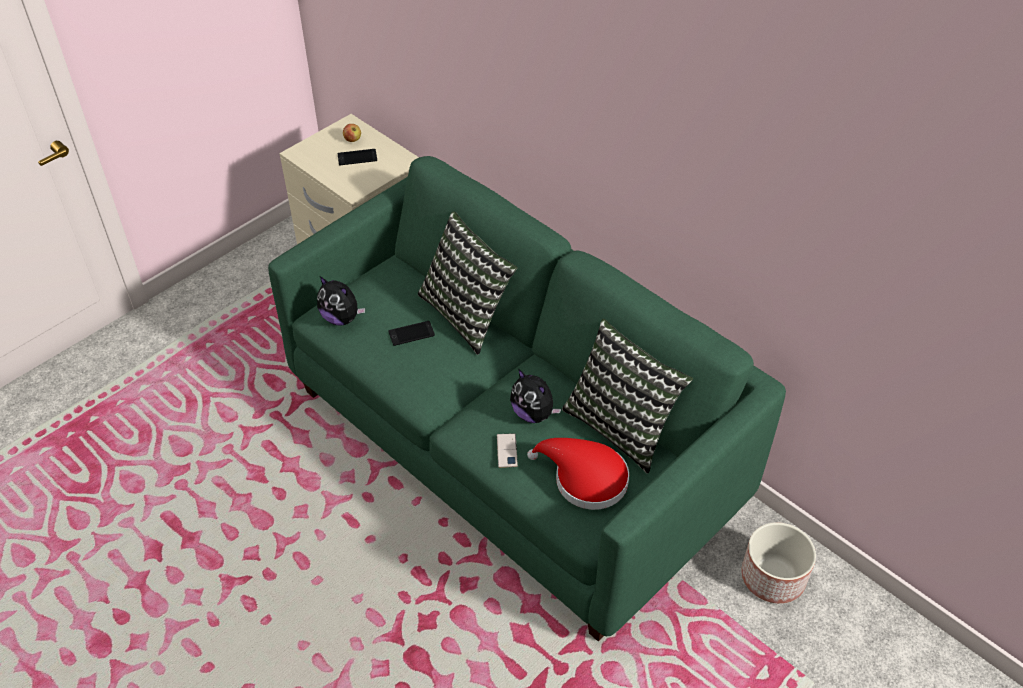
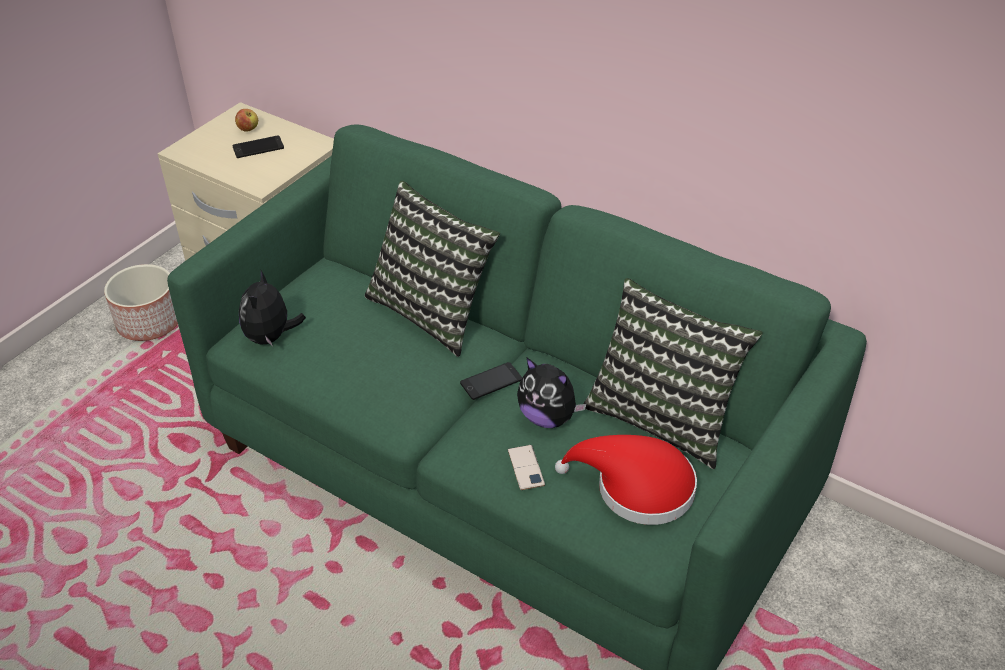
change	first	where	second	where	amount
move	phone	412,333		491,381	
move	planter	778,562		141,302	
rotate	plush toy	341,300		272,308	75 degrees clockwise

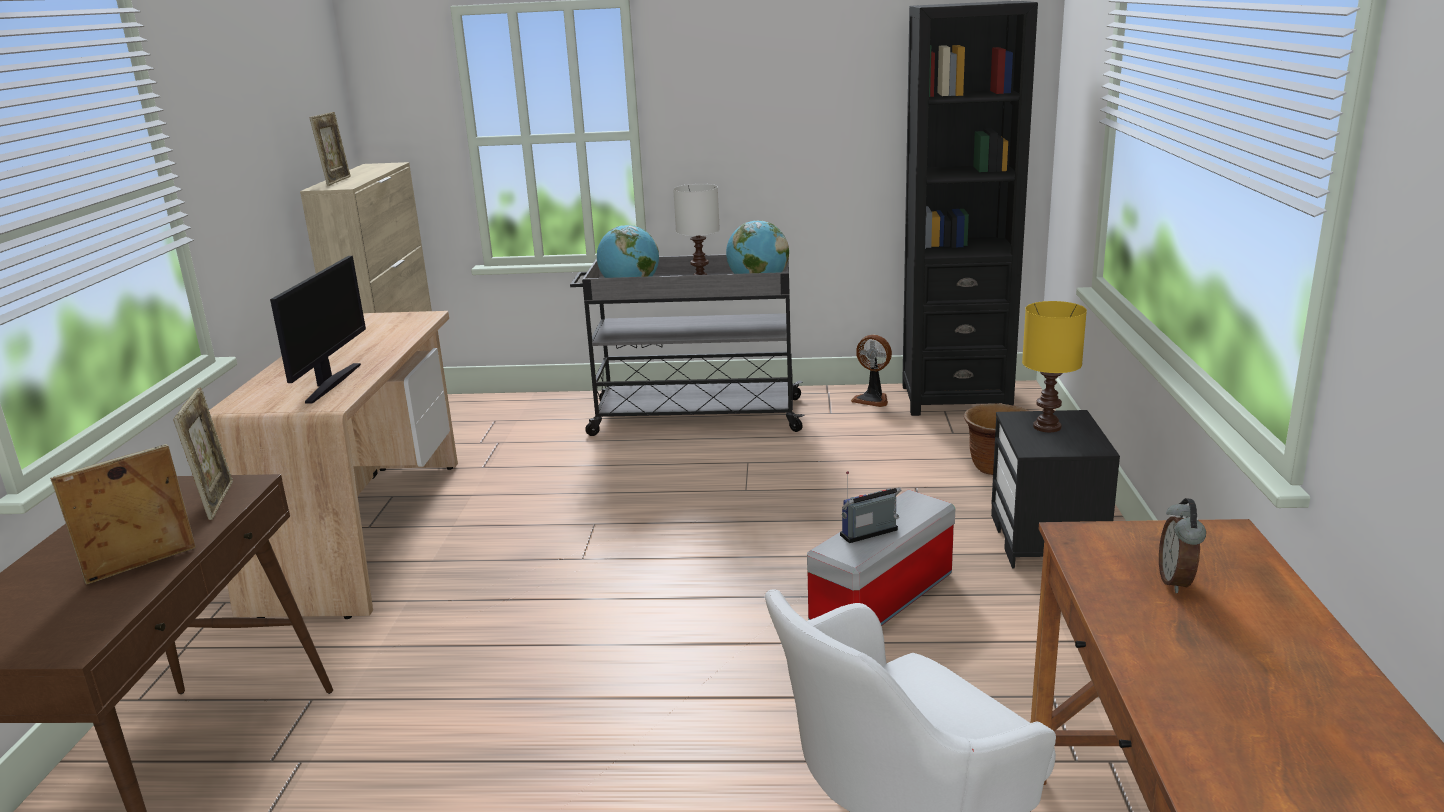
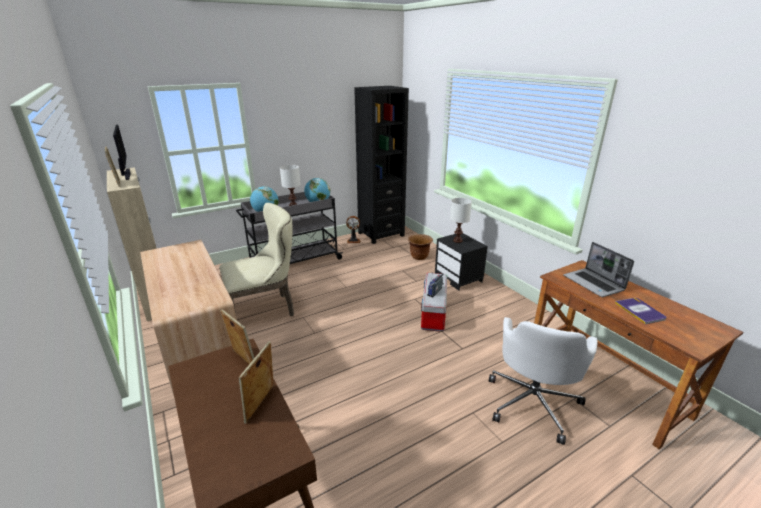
change	first	where	second	where	amount
insert			beige chair	256,259	
insert			book	641,311	
move	monitor	318,330		121,152	
replace	alarm clock	1182,545	laptop	598,269	
recolor	yellow table lamp	1054,366	white table lamp	461,220	

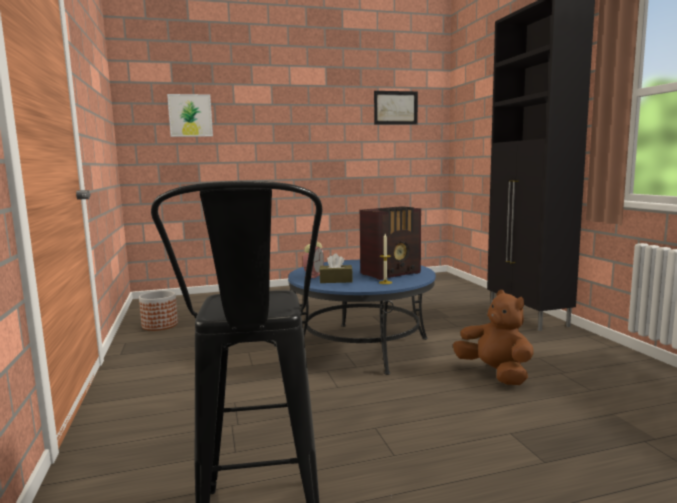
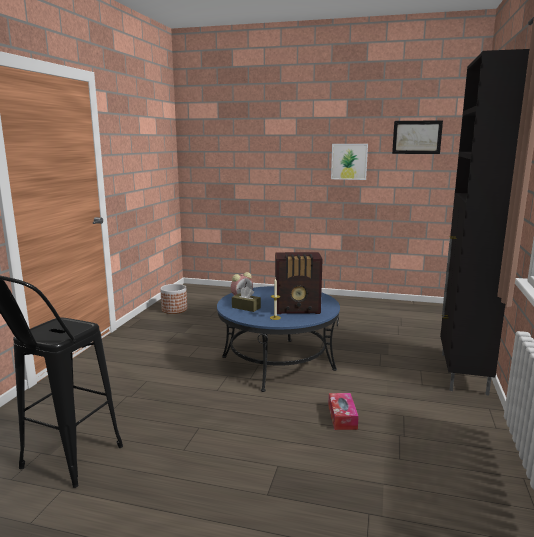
change	first	where	second	where	amount
move	picture	190,115		349,162	
replace	brown plush toy	493,337	tissue box	343,411	

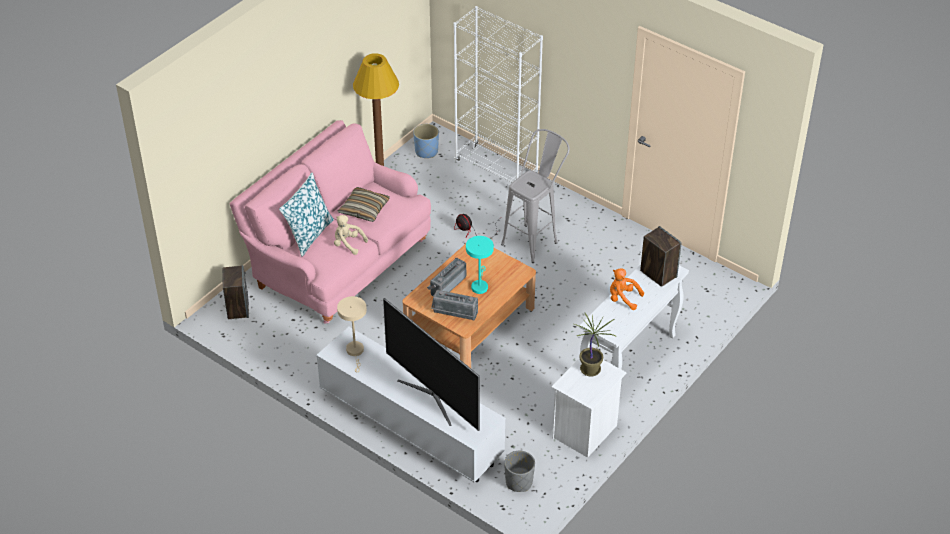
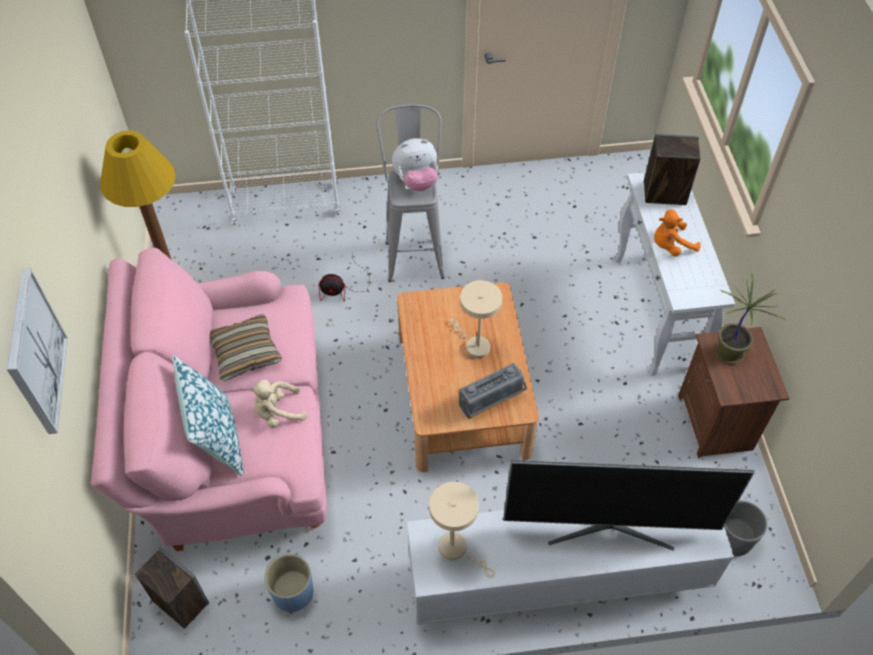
change	first	where	second	where	amount
delete	radio	446,277			
insert			picture	37,351	
insert			plush toy	415,164	
move	blue planter	426,141		288,583	
recolor	turquoise table lamp	480,265	beige table lamp	476,319	
recolor	white nightstand	589,408	brown nightstand	733,392	

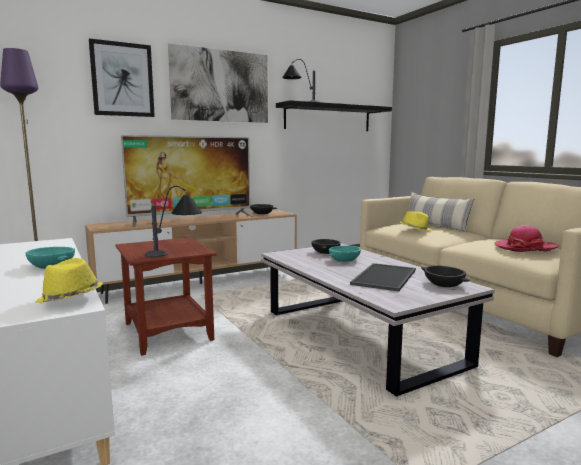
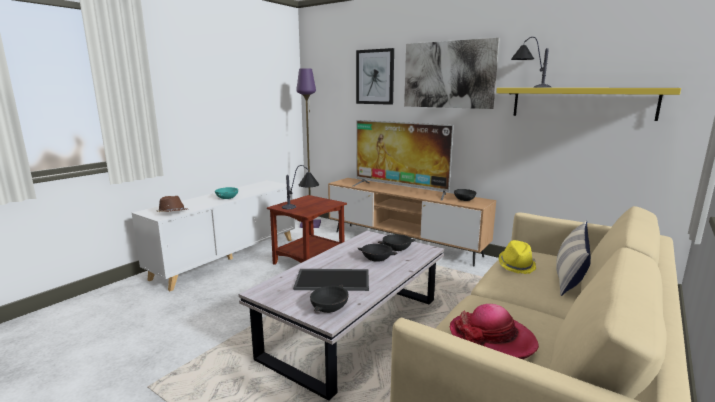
change	first	where	second	where	amount
recolor	yellow hat	69,281	brown hat	171,204	
recolor	black shelf	334,115	yellow shelf	588,104	
recolor	turquoise bowl	345,254	black bowl	378,253	

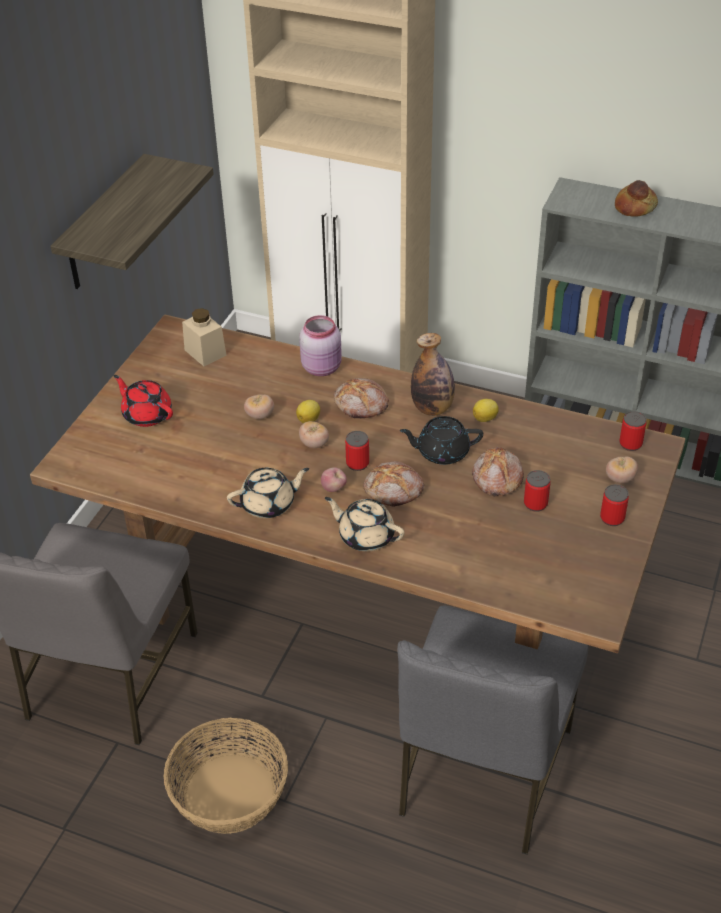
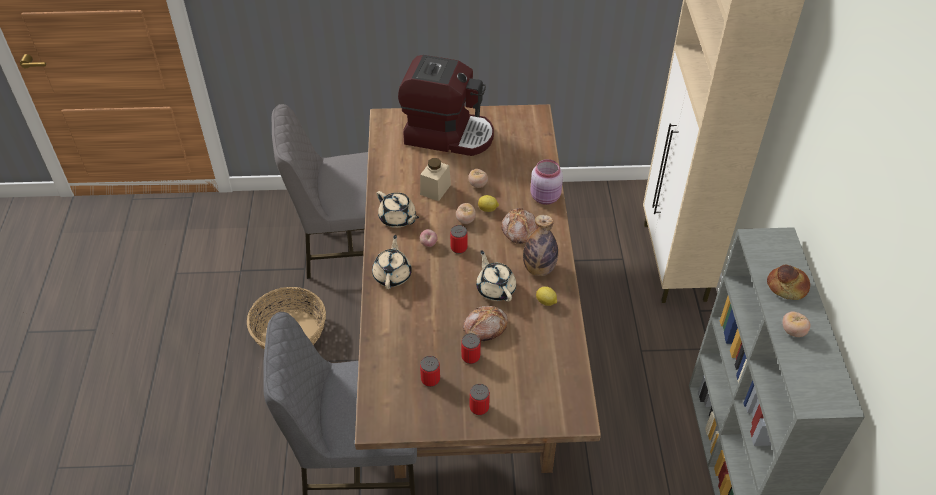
change	first	where	second	where	amount
delete	shelf	132,221			
delete	bread	393,484			
move	beige jar	204,337		435,179	
move	tomato	622,469		796,324	
move	can	632,431		430,371	
replace	red teapot	143,401	coffee machine	446,105	
recolor	black teapot	441,440	beige teapot	496,276	

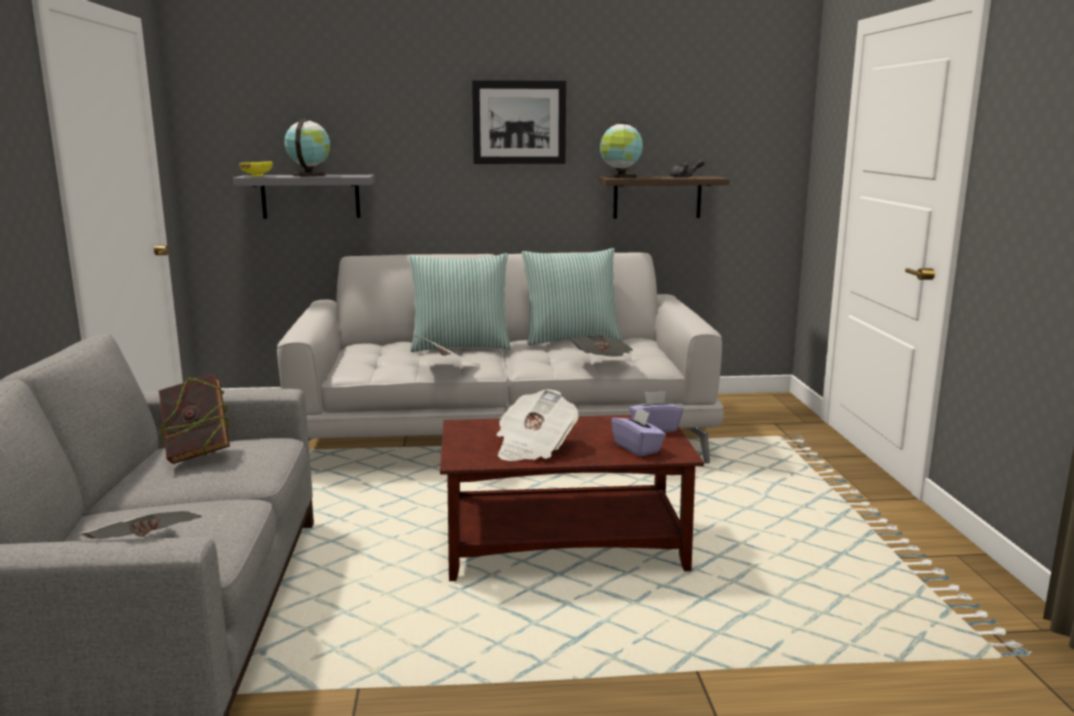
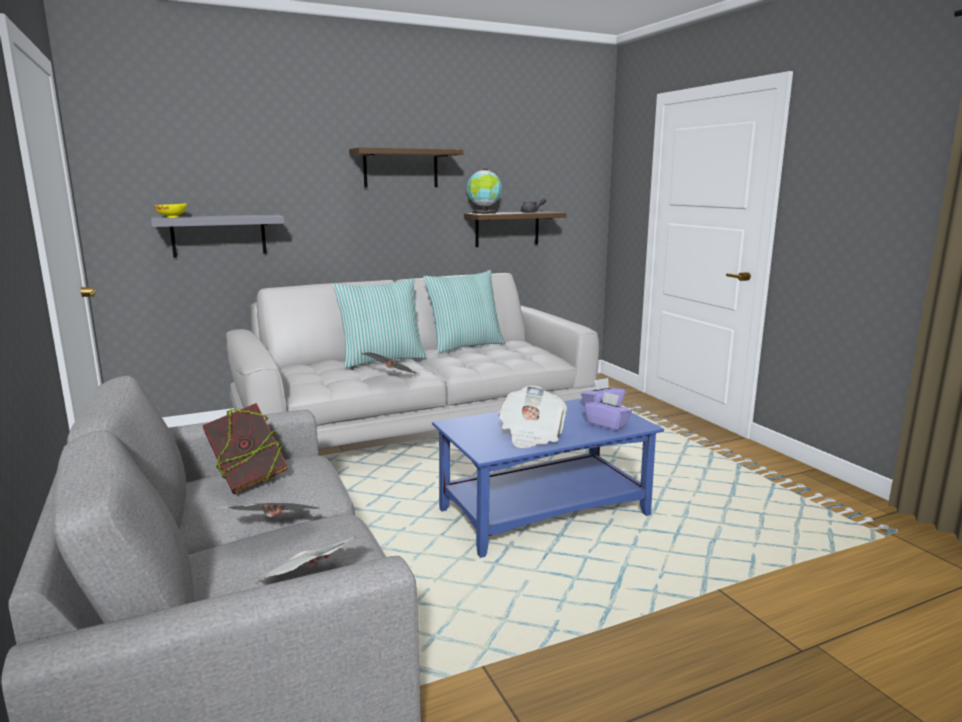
change	first	where	second	where	amount
delete	globe	308,148			
move	newspaper	601,346		268,510	
replace	picture	519,122	shelf	406,167	
recolor	brown coffee table	572,498	blue coffee table	548,478	

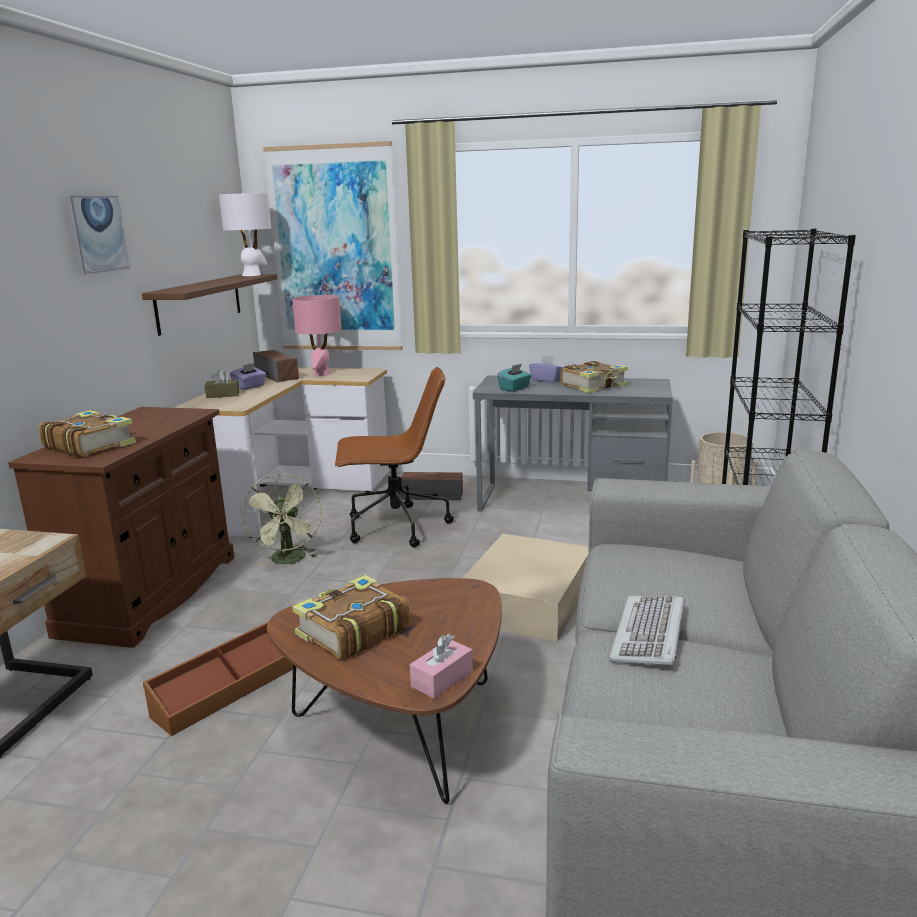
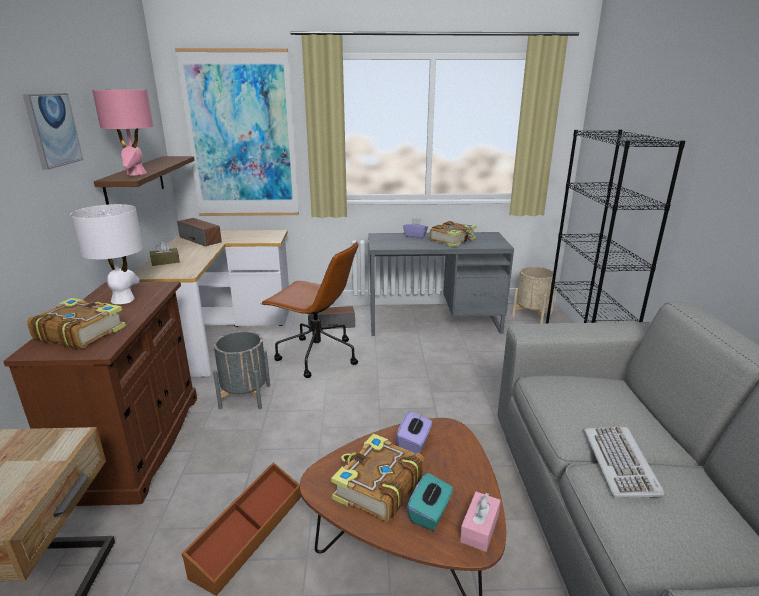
change	first	where	second	where	amount
delete	beige storage box	526,588			
move	white table lamp	245,234		106,254	
move	purple tissue box	248,376		414,432	
move	pink table lamp	317,335		122,132	
move	turquoise tissue box	514,378		430,502	
replace	green fan	282,520	grey planter	241,370	
rotate	brown office chair	394,457		309,310	45 degrees clockwise

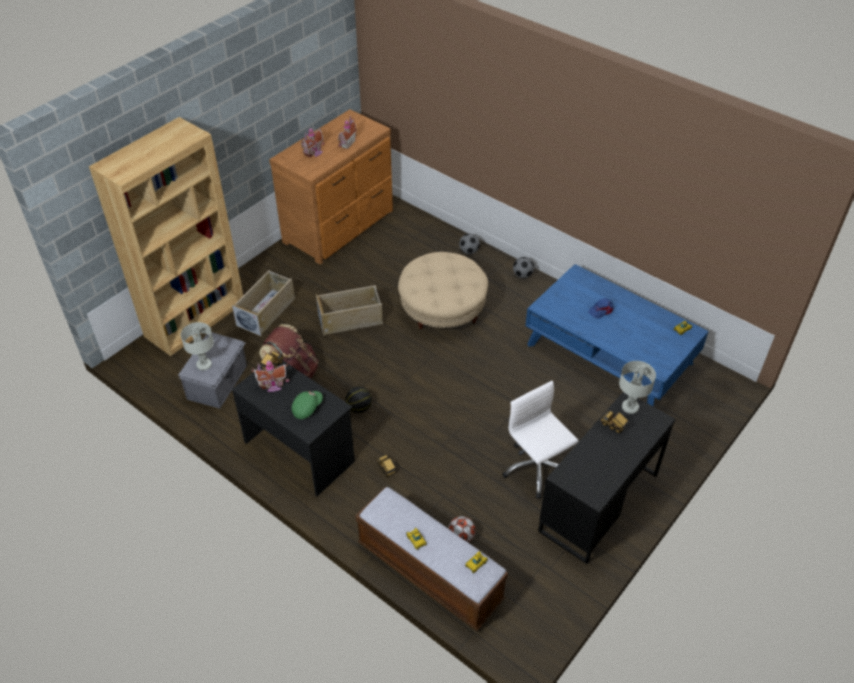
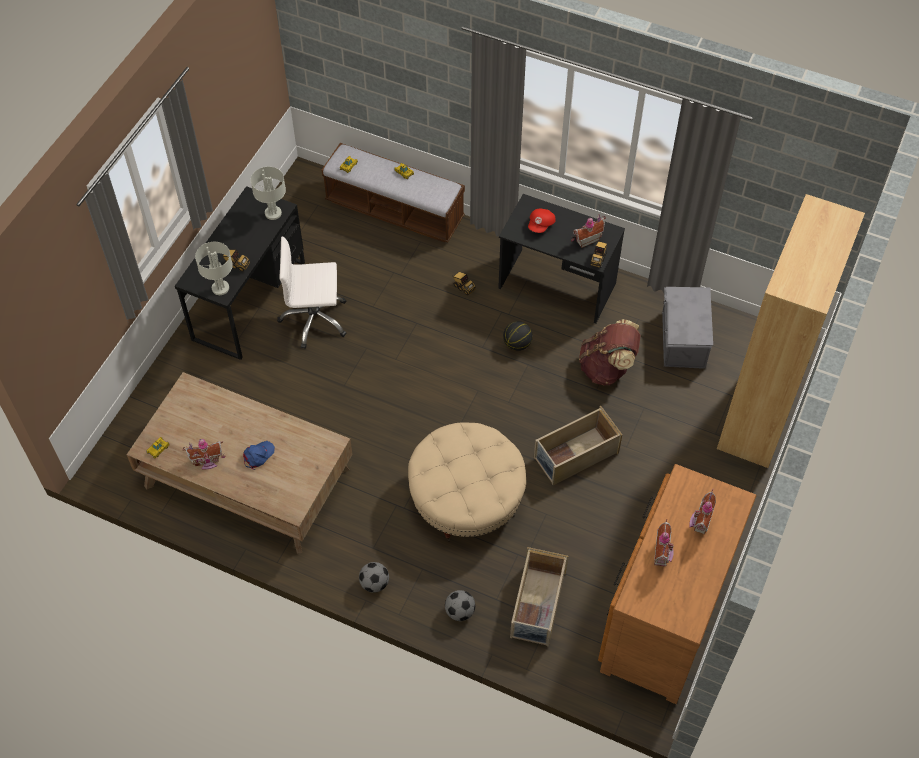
change	first	where	second	where	amount
delete	football	462,529			
insert			toy house	204,454	
move	grey table lamp	197,346		268,193	
move	beige storage box	263,303		539,597	
recolor	green cap	307,405	red cap	542,221	
recolor	blue coffee table	616,335	brown coffee table	239,463	
rotate	white office chair	540,440		312,293	135 degrees clockwise

